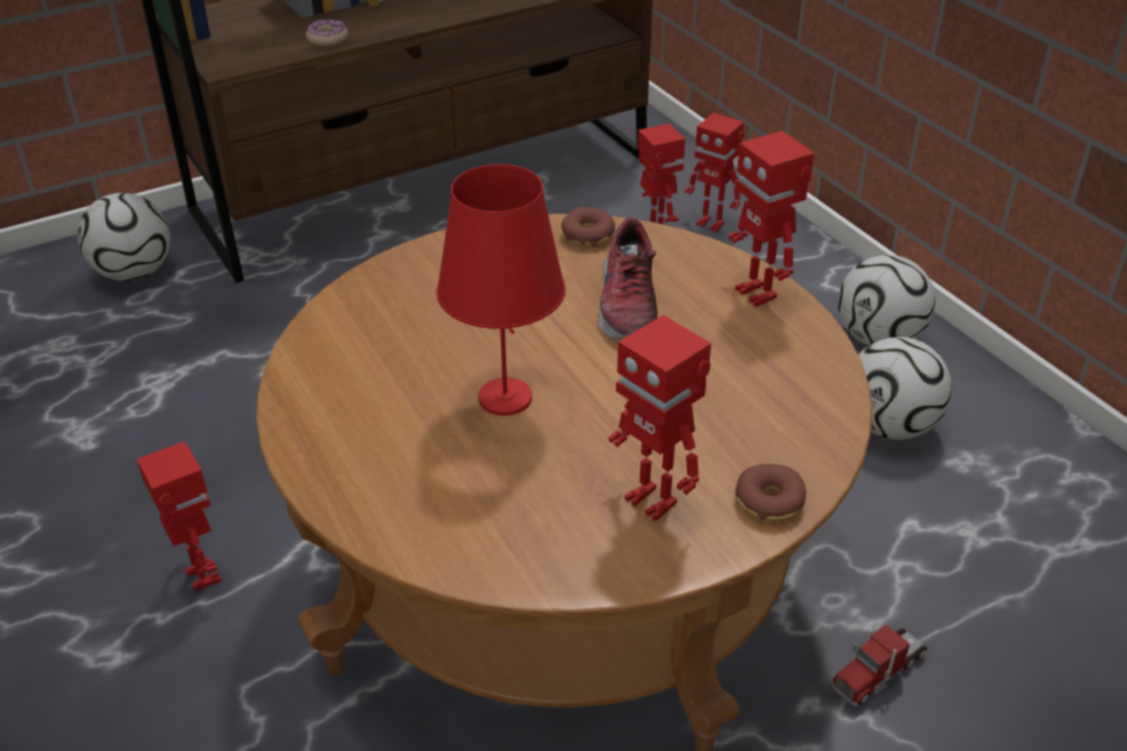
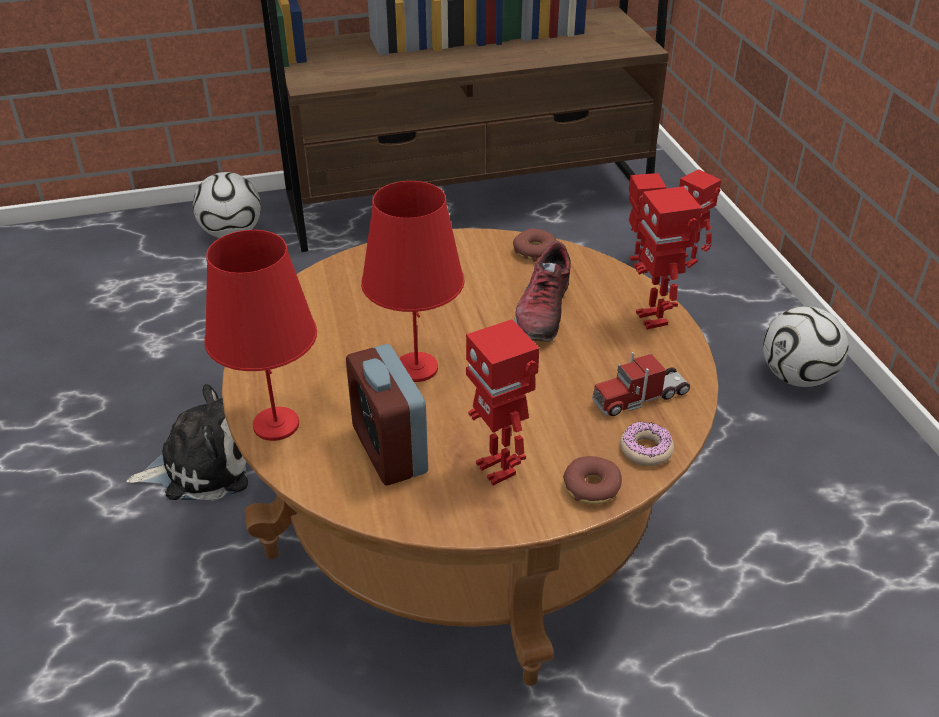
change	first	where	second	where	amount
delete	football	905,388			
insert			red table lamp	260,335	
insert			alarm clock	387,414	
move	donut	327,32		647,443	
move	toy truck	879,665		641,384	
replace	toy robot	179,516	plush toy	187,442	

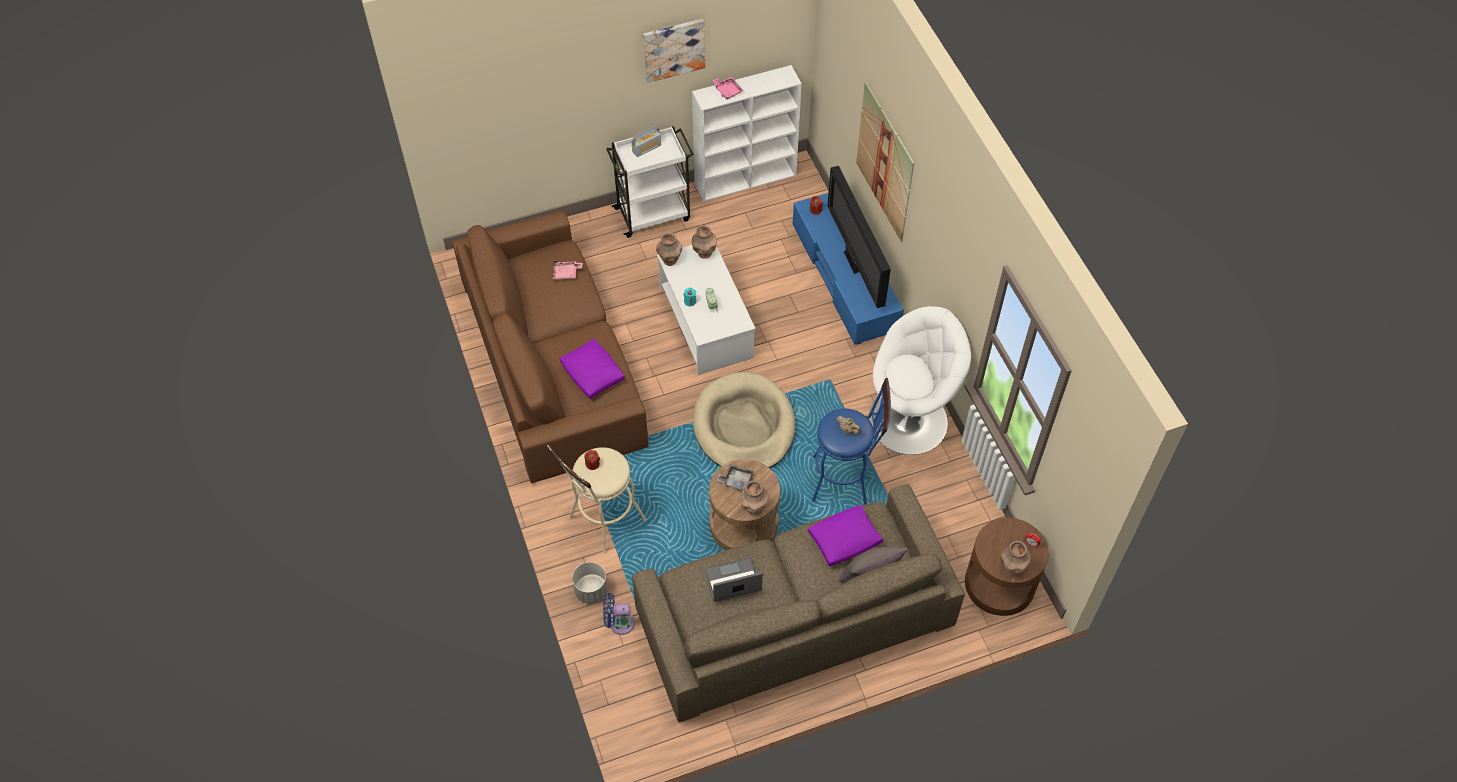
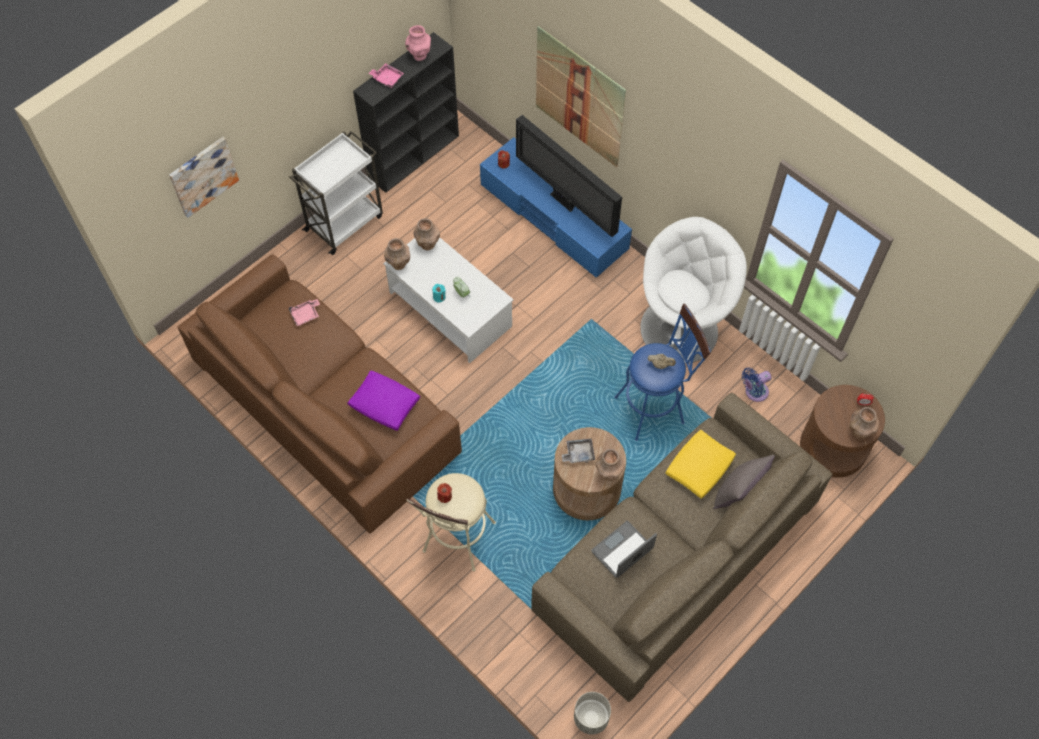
change	first	where	second	where	amount
delete	radio	646,141			
delete	beige dog bed	744,420			
insert			pink vase	418,43	
move	grey planter	590,583		592,713	
move	blue fan	619,614		756,385	
move	picture	674,51		204,177	
recolor	white bookcase	747,133	black bookcase	406,112	
recolor	purple pillow	845,535	yellow pillow	700,464	

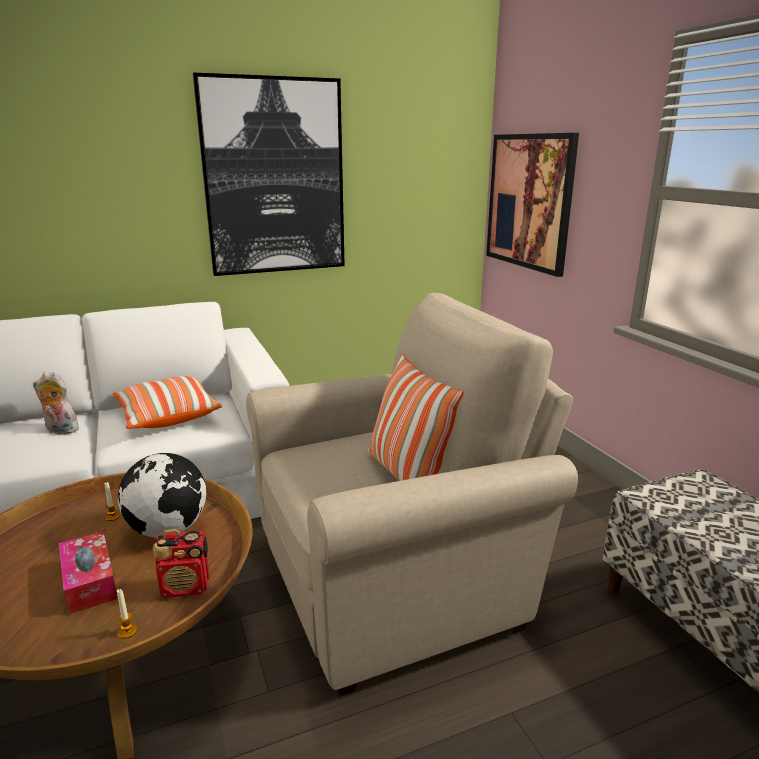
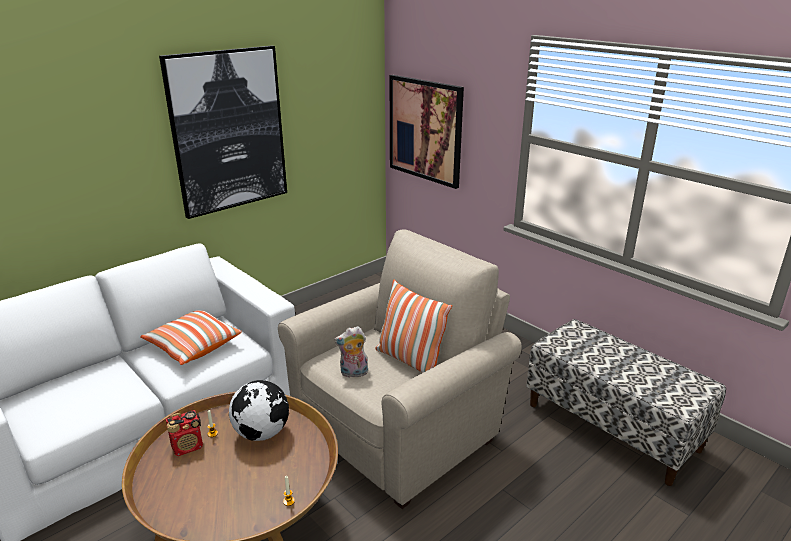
change	first	where	second	where	amount
delete	tissue box	88,572			
move	plush toy	56,403		351,352	
move	radio	181,563		184,433	

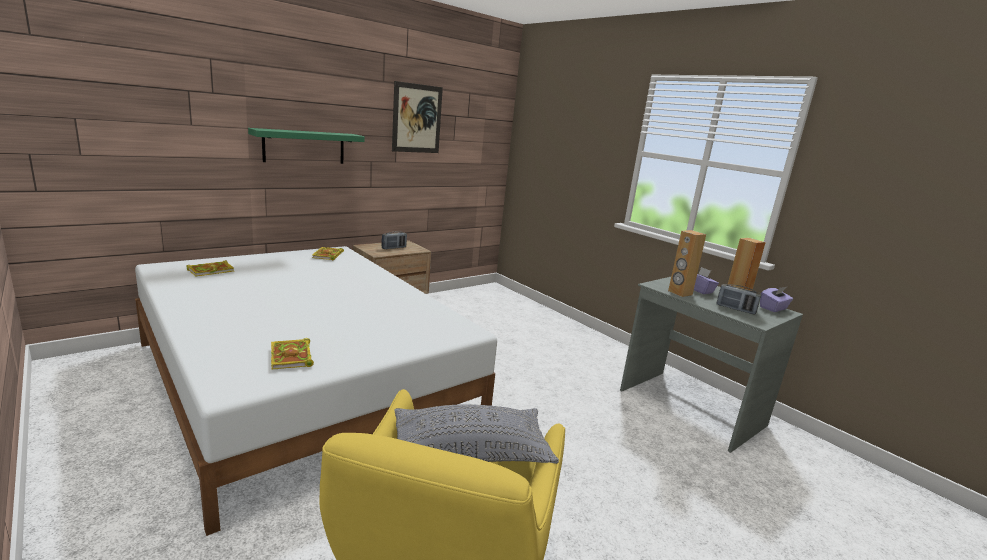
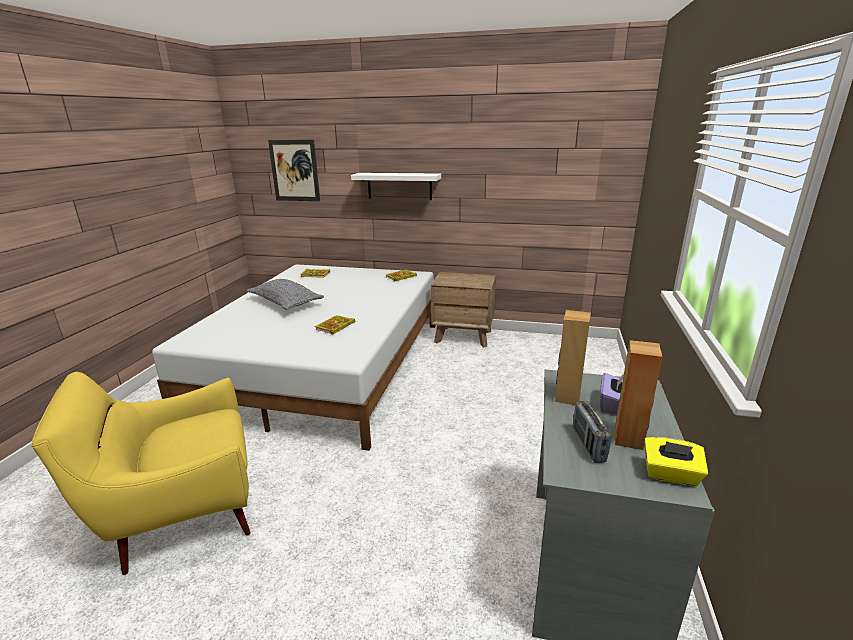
change	first	where	second	where	amount
delete	radio	394,240			
move	book	292,353		335,325	
move	picture	417,117		294,170	
move	grey pillow	476,434		285,294	
recolor	green shelf	306,146	white shelf	396,186	
recolor	purple tissue box	776,299	yellow tissue box	676,461	

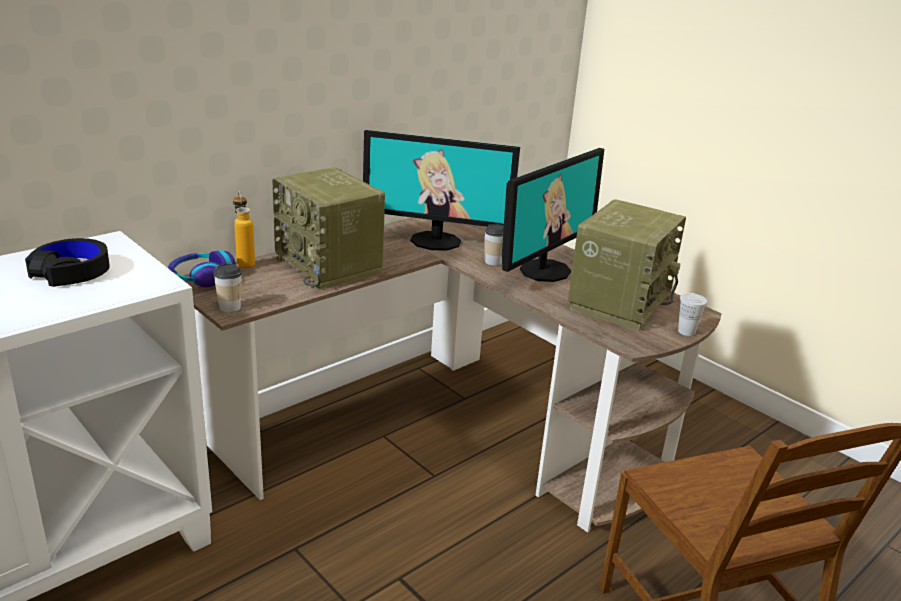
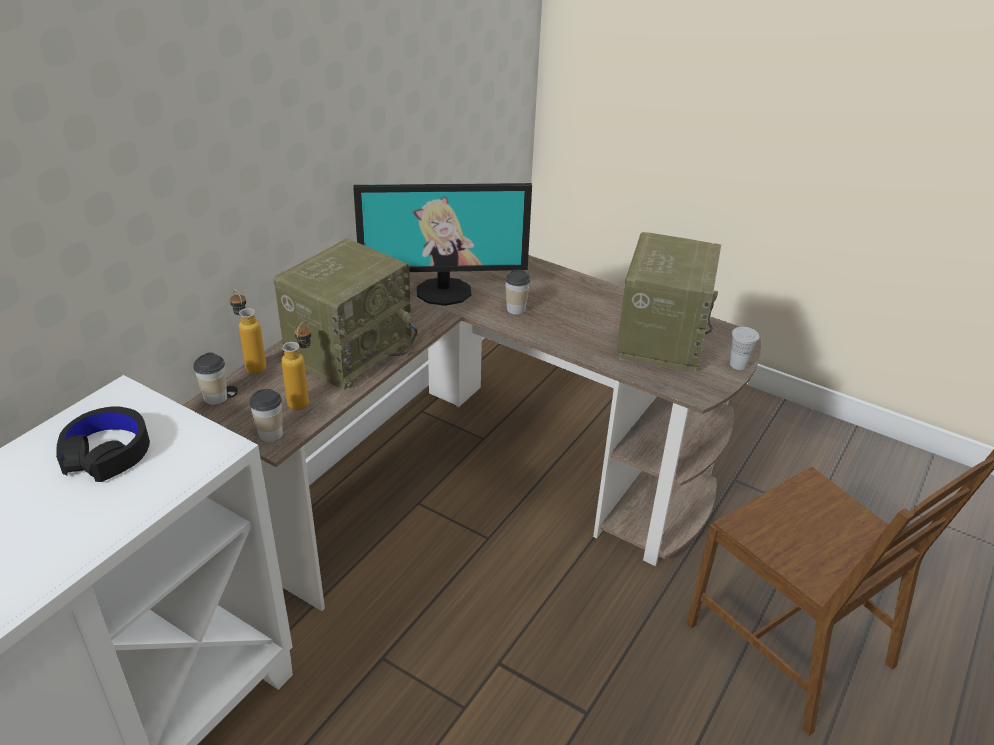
change	first	where	second	where	amount
delete	monitor	553,215			
insert			bottle	296,365	
replace	headphones	202,268	cup	210,378	
rotate	radio	328,228		345,314	90 degrees counterclockwise

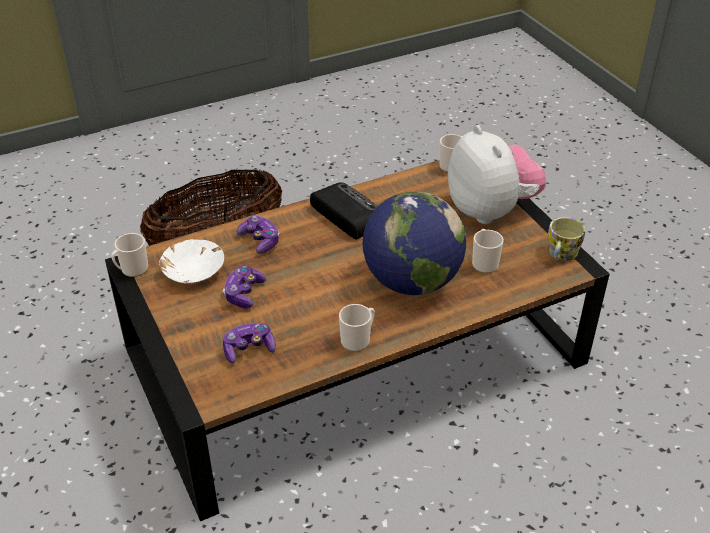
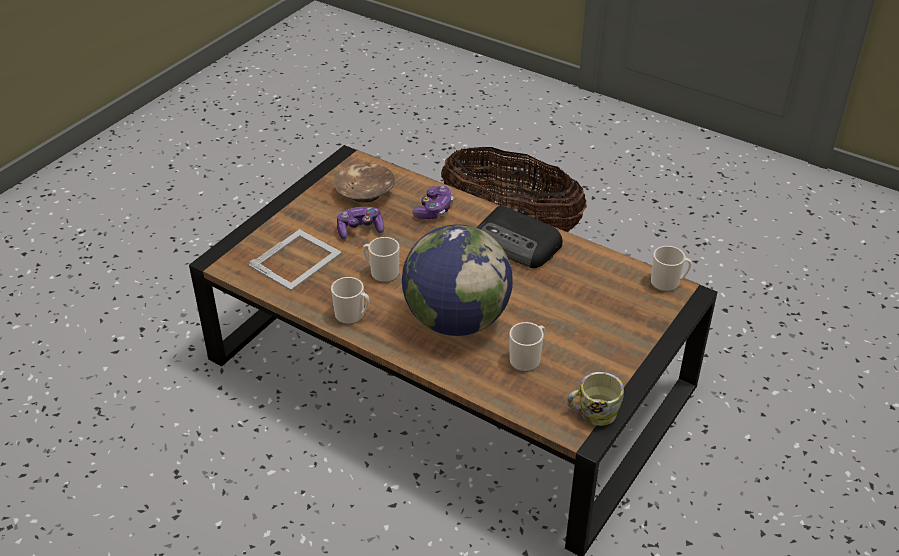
change	first	where	second	where	amount
delete	plush toy	497,174			
move	mug	129,255		381,260	
replace	game controller	249,343	picture frame	295,260	
recolor	white bowl	191,261	brown bowl	364,183	
rotate	radio	344,211		519,237	105 degrees clockwise

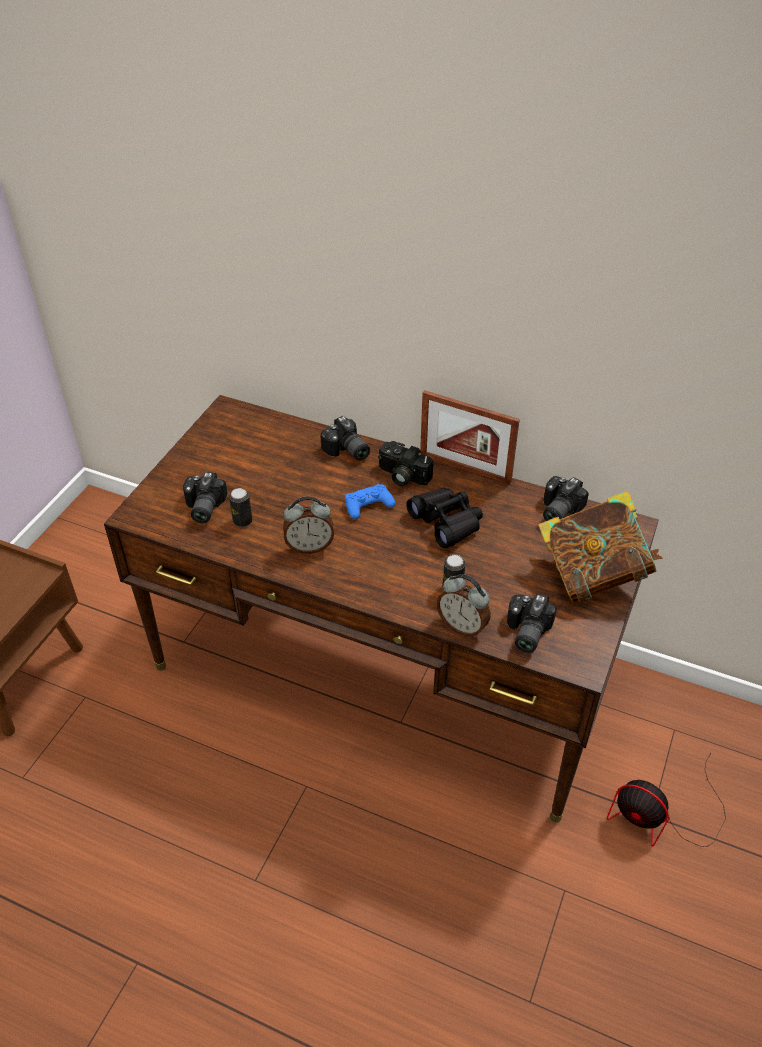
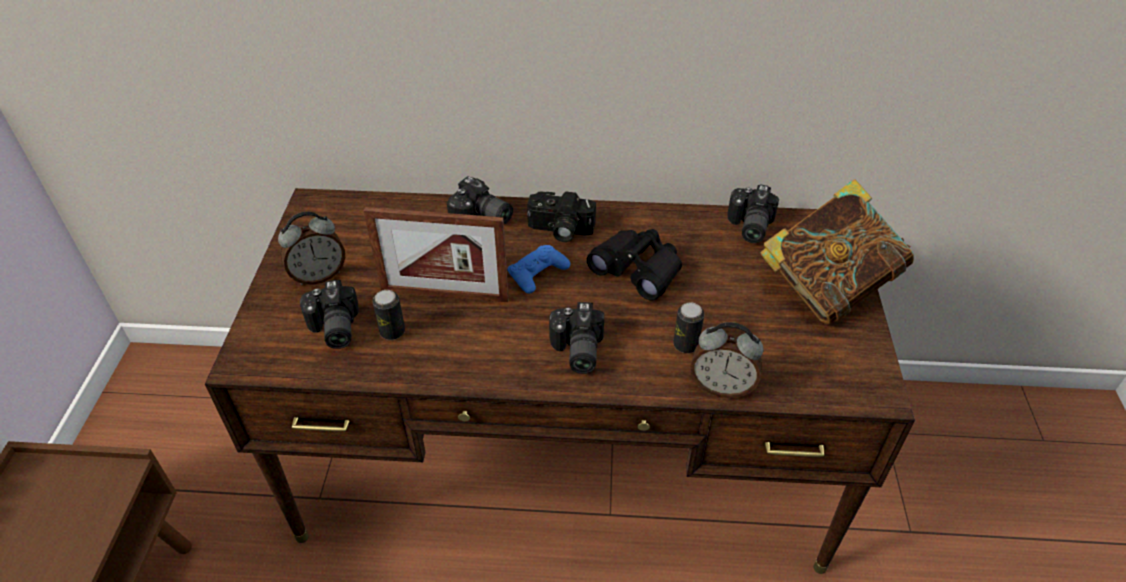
change	first	where	second	where	amount
delete	fan	666,800			
move	alarm clock	308,525		311,248	
move	picture frame	470,437		436,254	
move	photo camera	532,623		576,338	

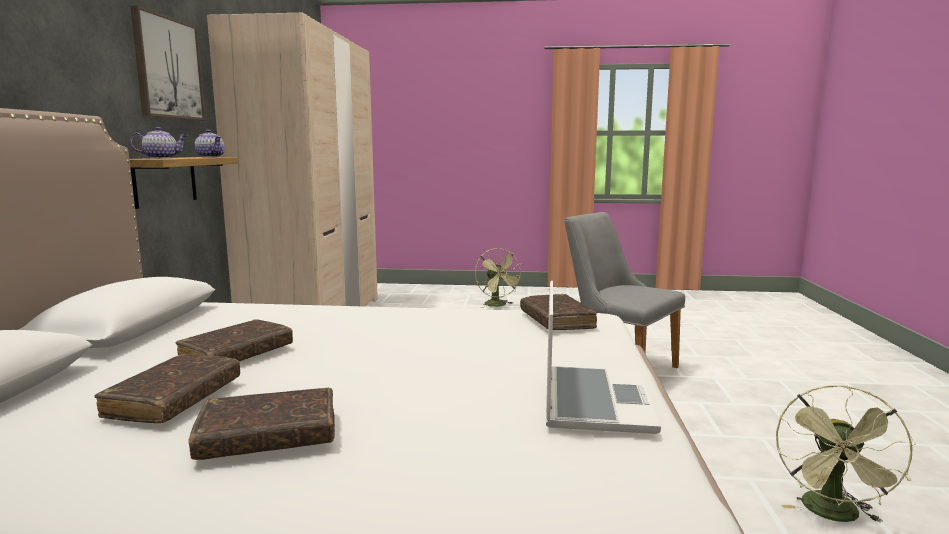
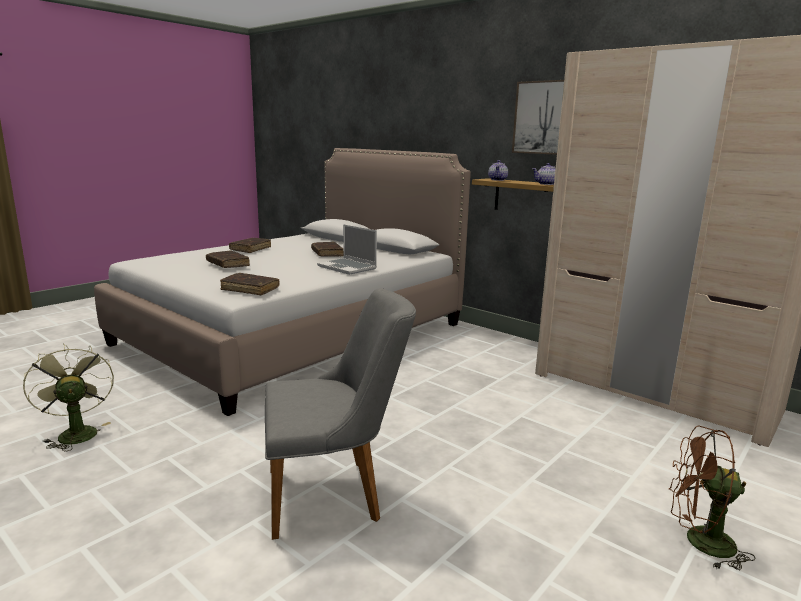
change	first	where	second	where	amount
move	brown book	167,388		228,259	
move	laptop	603,357		347,249	
recolor	green fan	499,278	brown fan	712,498	

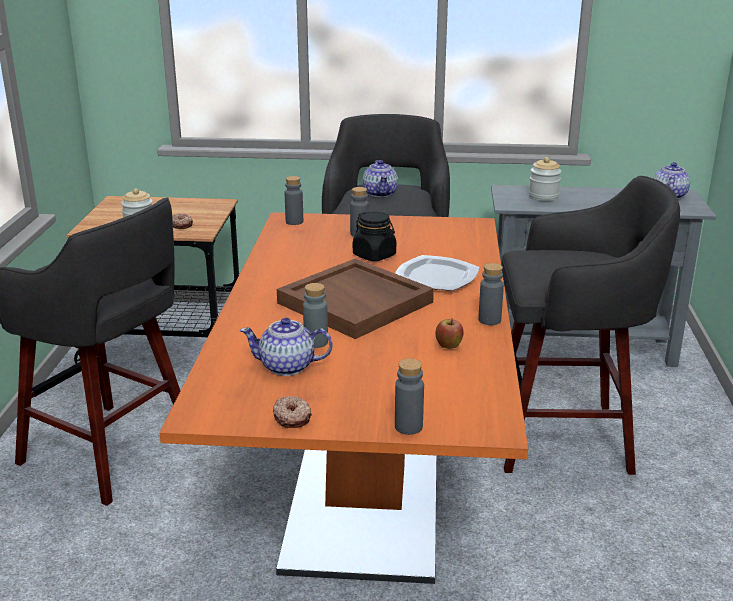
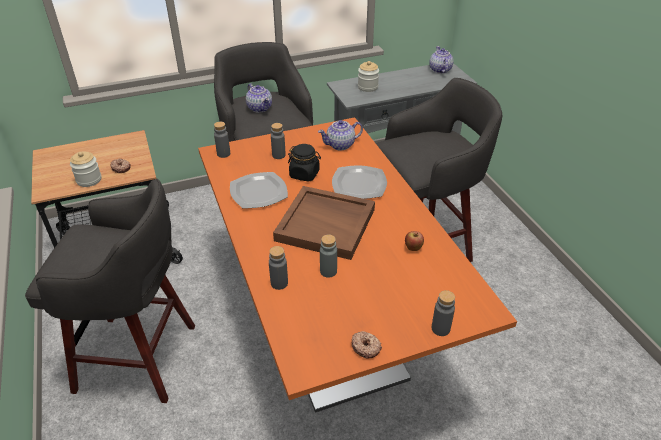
change	first	where	second	where	amount
insert			plate	259,190	
move	teapot	286,347		340,135	
move	grey bottle	491,294		278,268	

